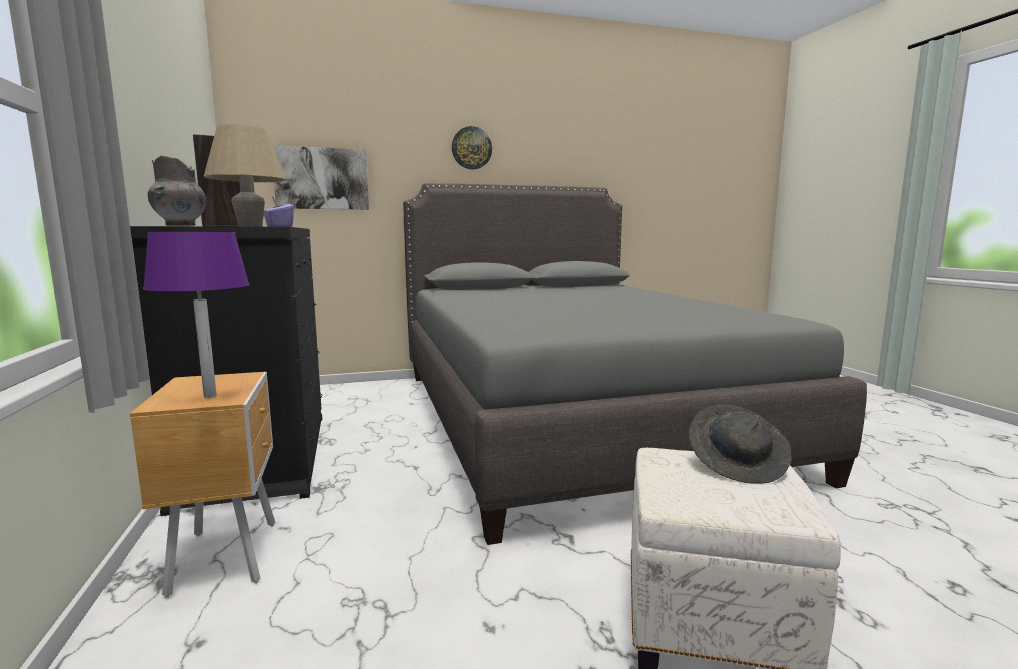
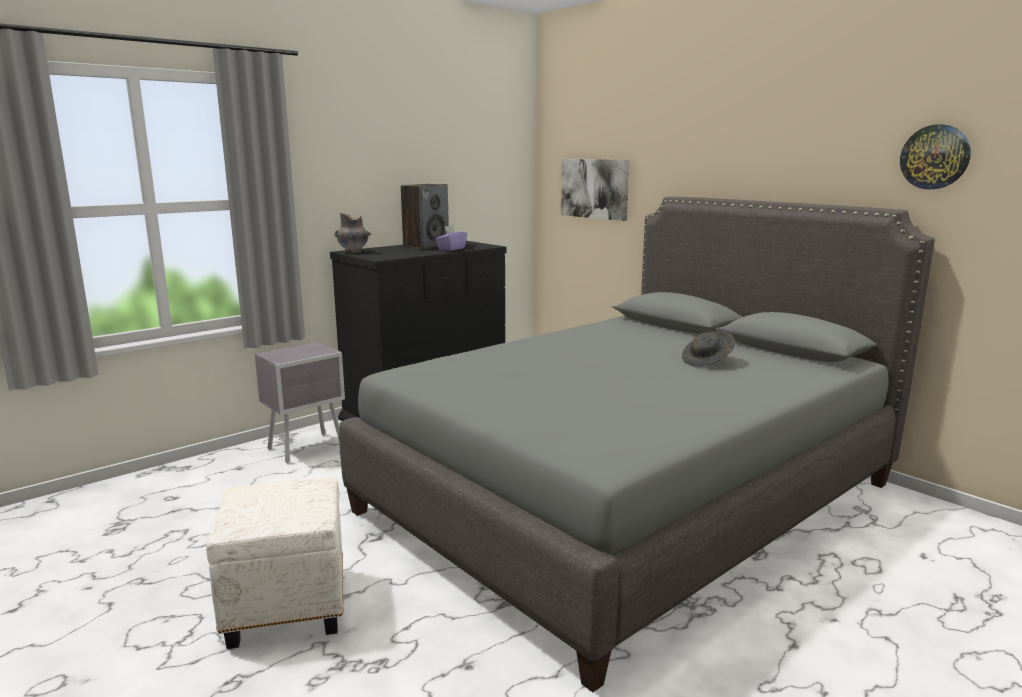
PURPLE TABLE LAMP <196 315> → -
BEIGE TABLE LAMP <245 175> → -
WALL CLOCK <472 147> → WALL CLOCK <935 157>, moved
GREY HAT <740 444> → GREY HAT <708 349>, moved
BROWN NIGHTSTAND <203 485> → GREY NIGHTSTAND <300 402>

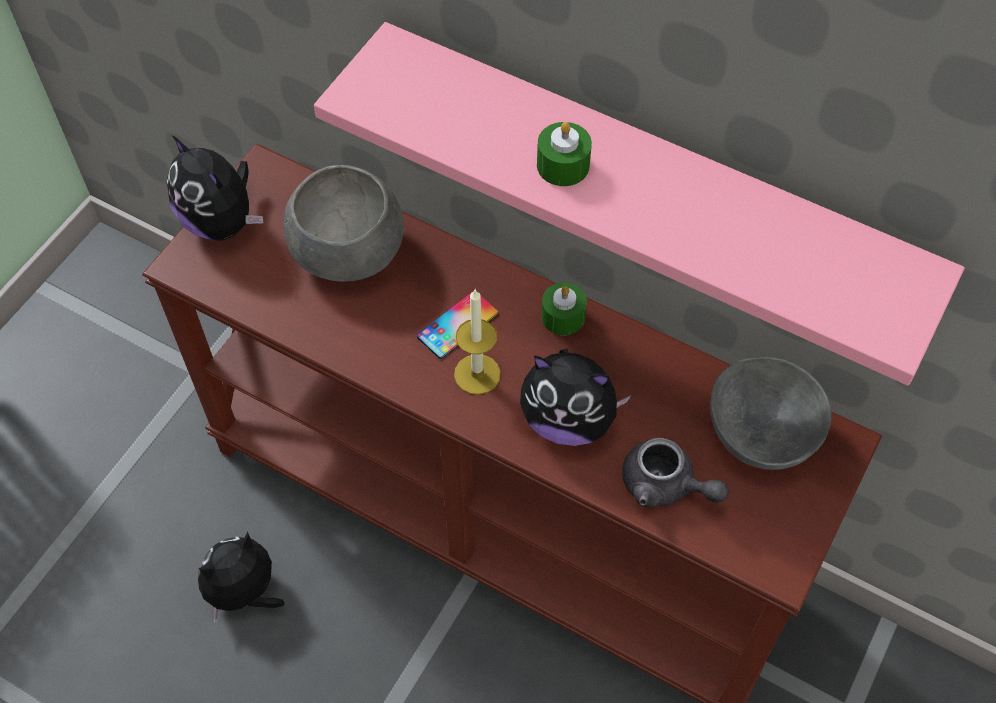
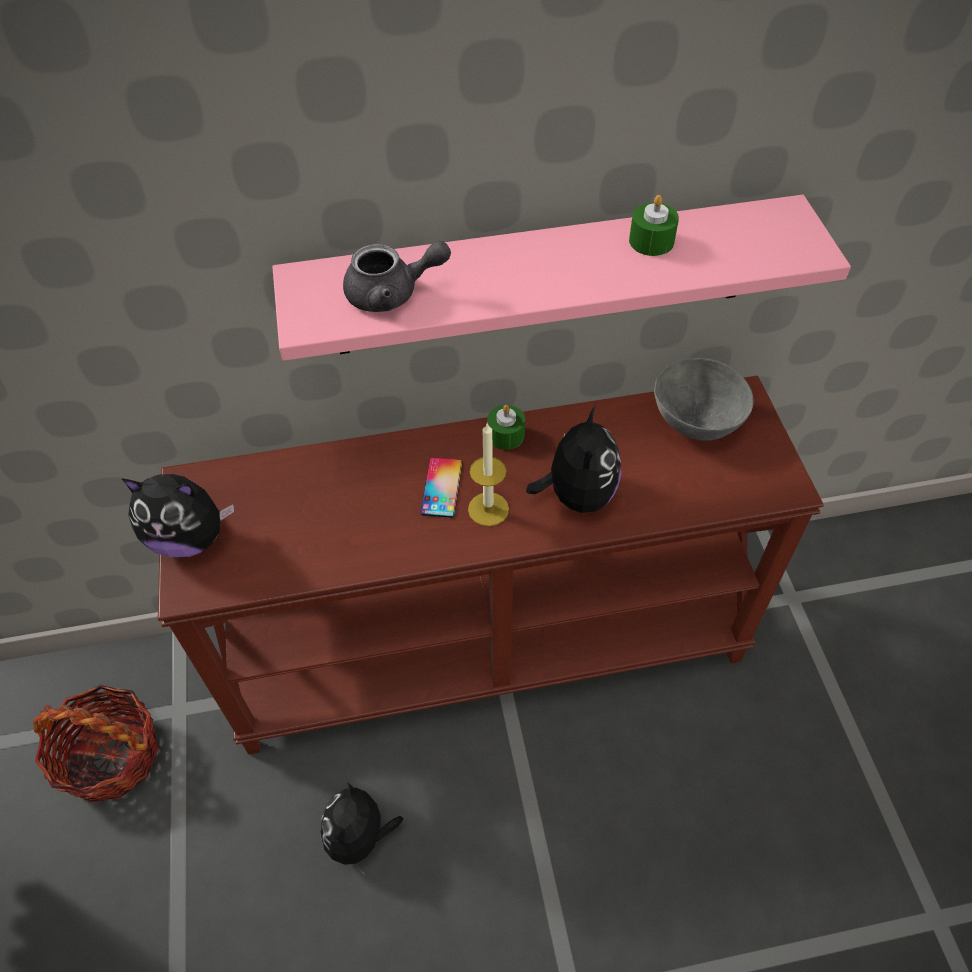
GREY BOWL <344 223> → -
- → BASKET <96 744>
GREEN CANDLE <564 154> → GREEN CANDLE <654 225>, moved
GREY TEAPOT <675 472> → GREY TEAPOT <397 276>, moved
PLUSH TOY <575 397> → PLUSH TOY <573 459>, 60 degrees counterclockwise

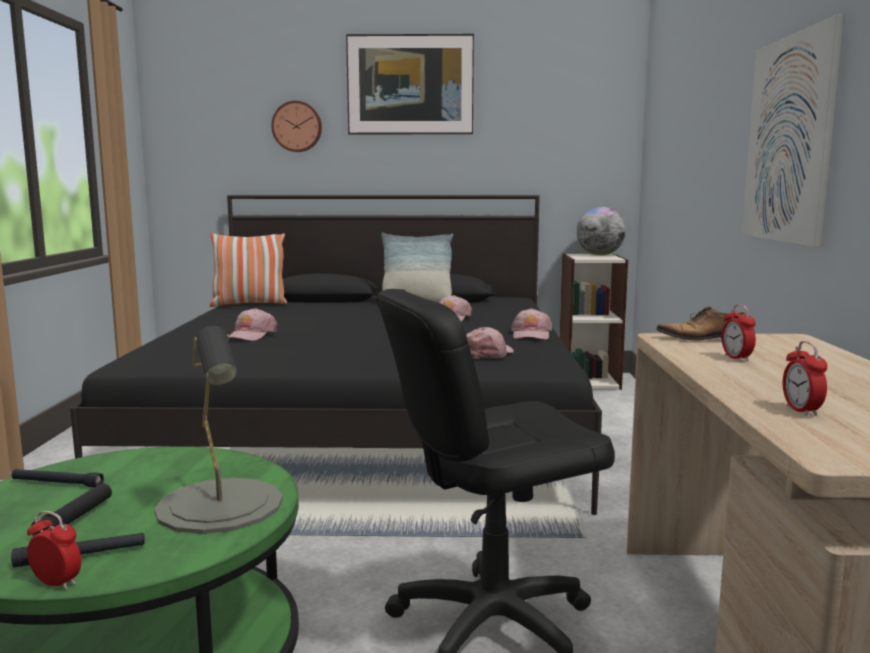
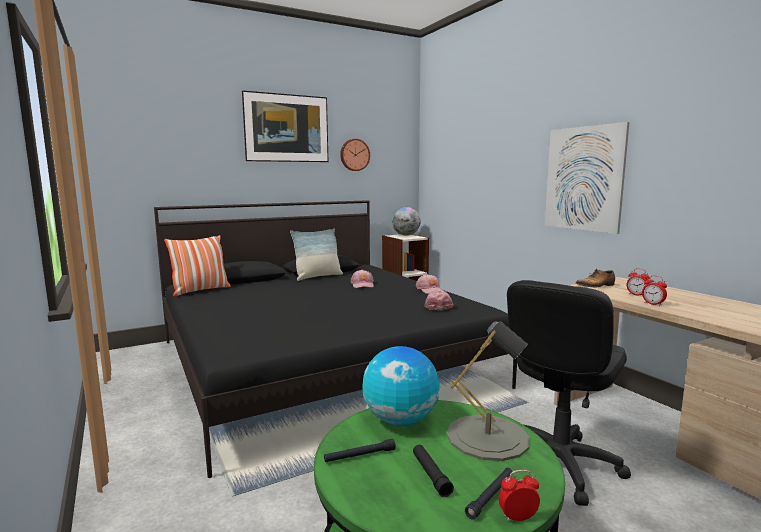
PINK CAP <253 324> → -
- → GLOBE <400 386>
WALL CLOCK <296 126> → WALL CLOCK <355 155>, moved
ALARM CLOCK <805 378> → ALARM CLOCK <654 291>, moved

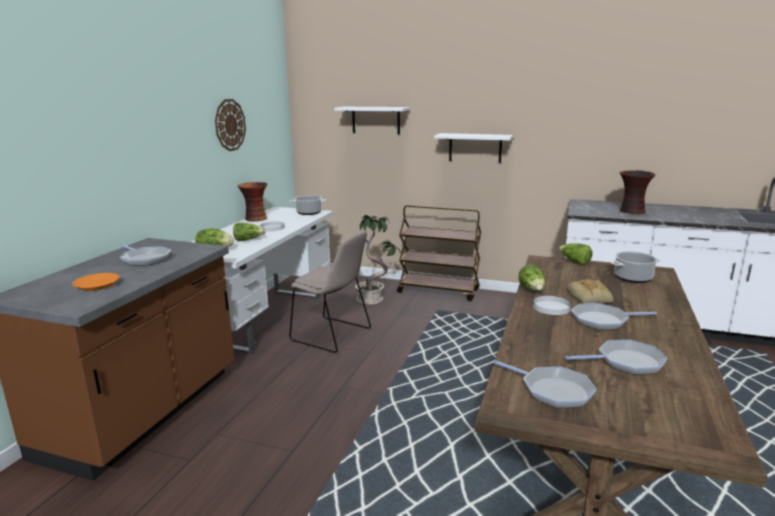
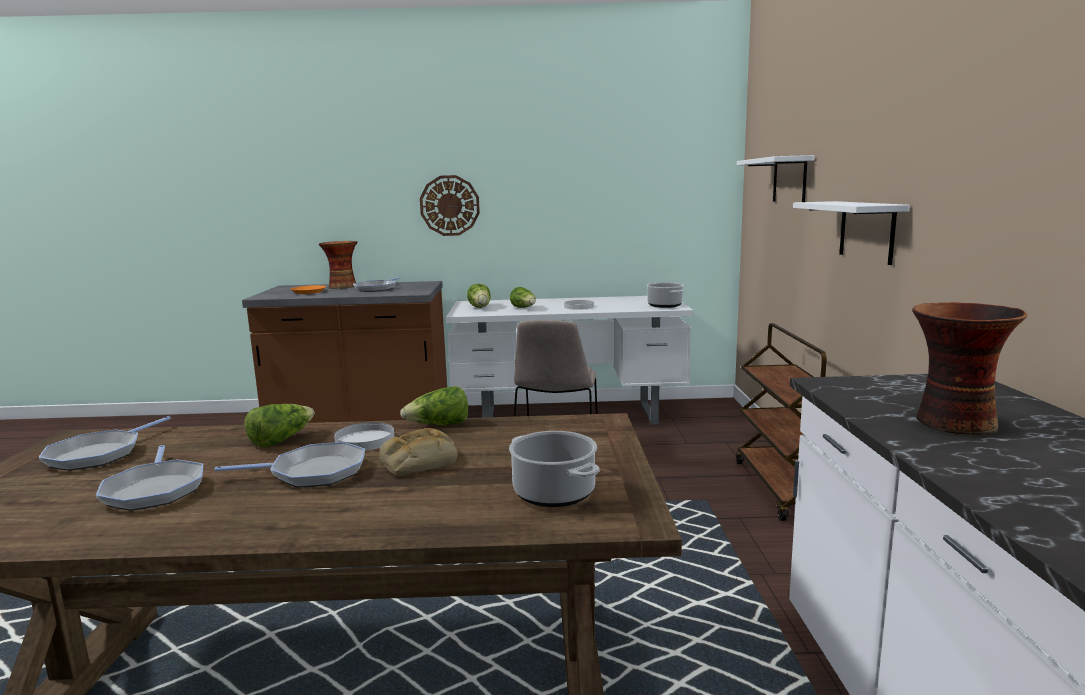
POTTED PLANT <368 260> → -
WALL CLOCK <230 125> → WALL CLOCK <450 205>, moved
VASE <252 202> → VASE <338 265>, moved
LETTUCE <576 254> → LETTUCE <279 426>, moved
FRYING PAN <614 316> → FRYING PAN <289 464>, 105 degrees clockwise

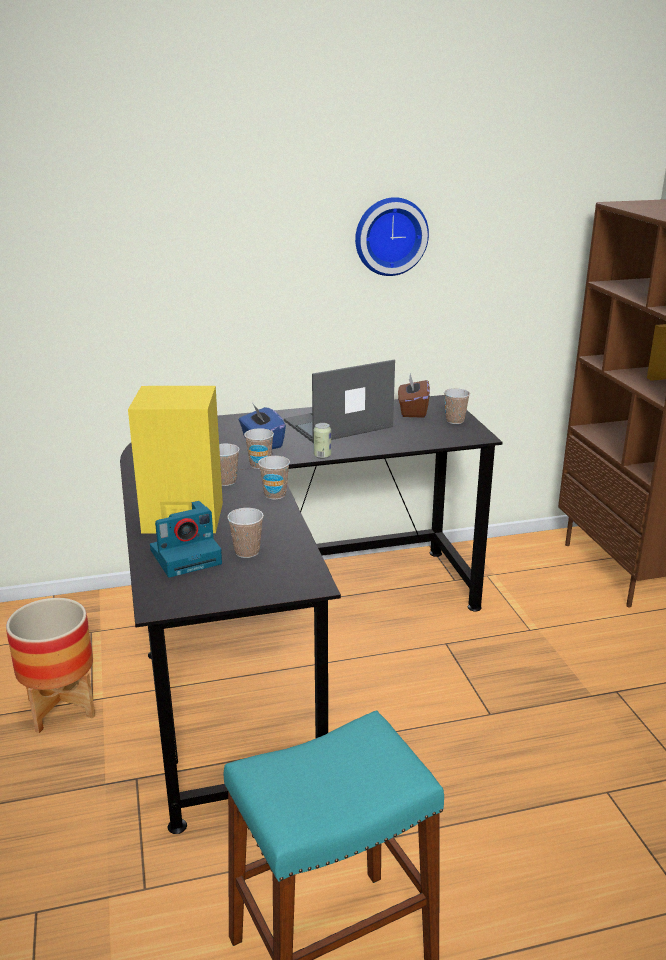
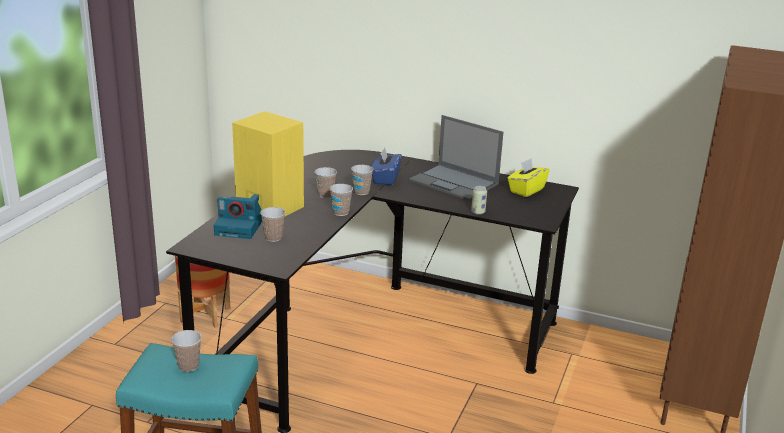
WALL CLOCK <392 236> → -
CAN <322 441> → CAN <479 200>, moved
CUP <457 406> → CUP <186 351>, moved
BROWN TISSUE BOX <414 395> → YELLOW TISSUE BOX <528 177>
LAPTOP <339 401> → LAPTOP <456 158>, 150 degrees counterclockwise

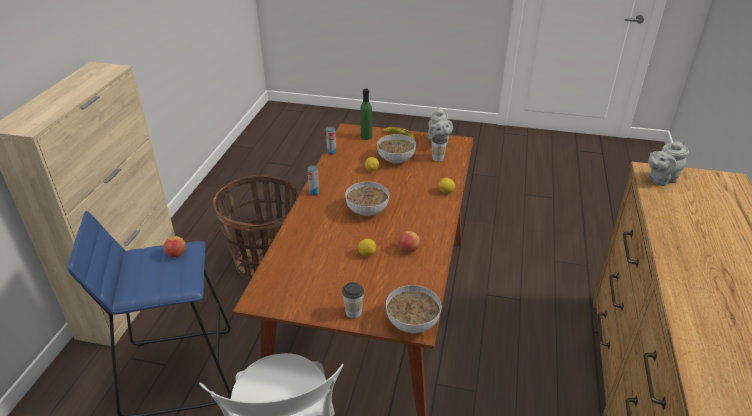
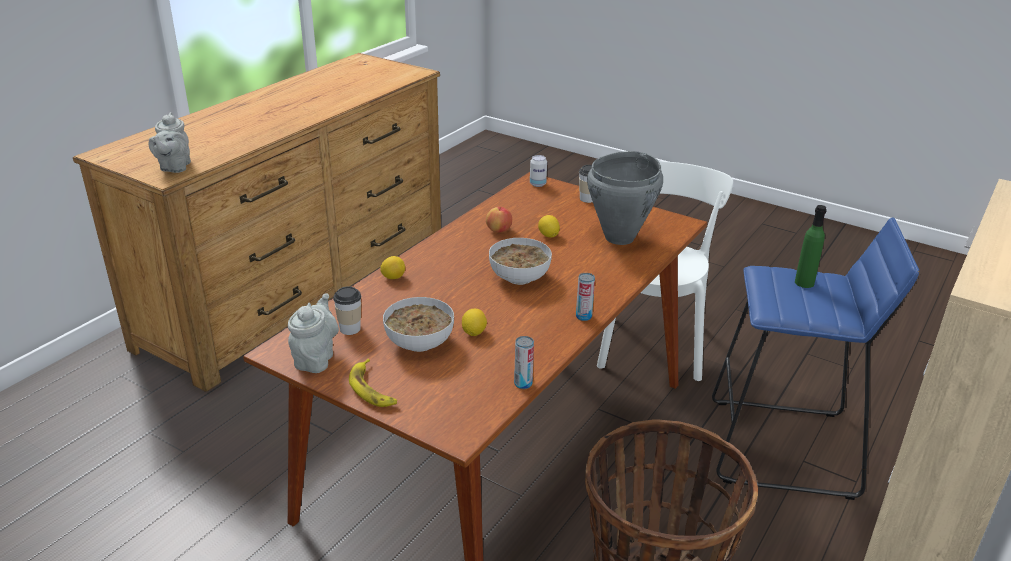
APPLE <174 246> → -
- → GREY COOKING POT <625 198>
GREEN BOTTLE <366 114> → GREEN BOTTLE <811 246>, moved
BOWL <413 309> → CAN <538 171>
GREY TEAPOT <668 163> → GREY TEAPOT <169 142>, 90 degrees clockwise

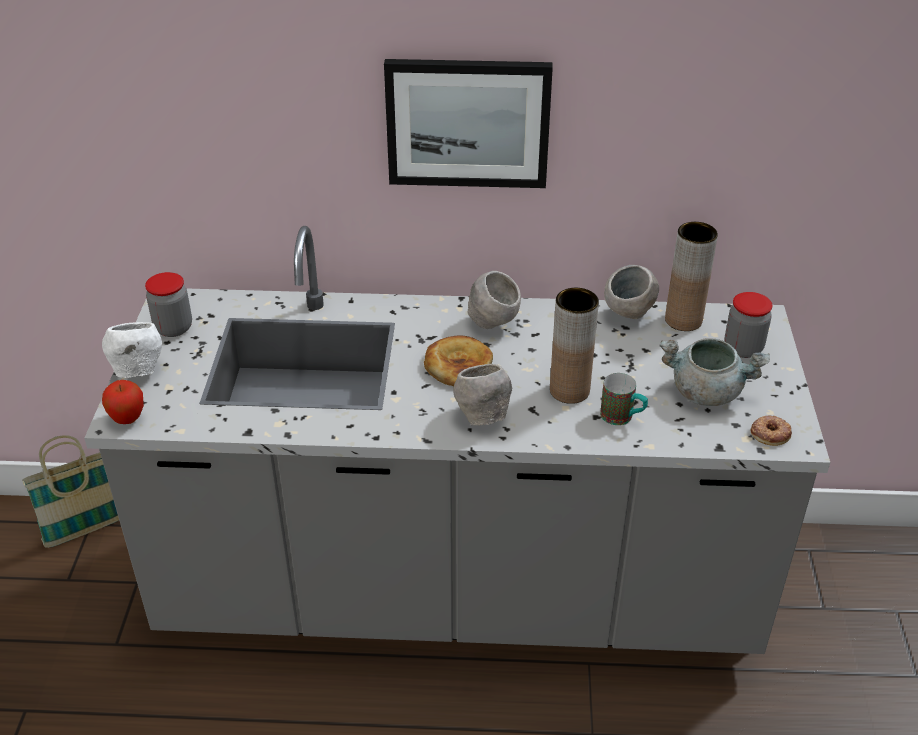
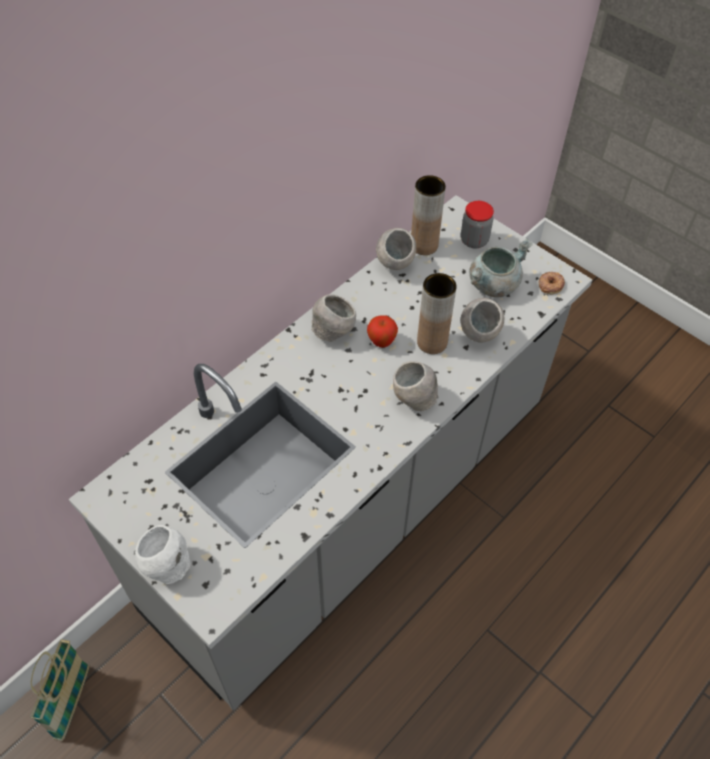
JAR <168 304> → -
PICTURE <468 123> → -
BREAD <458 361> → -
APPLE <123 402> → APPLE <382 331>, moved
MUG <624 399> → GREY BOWL <482 320>

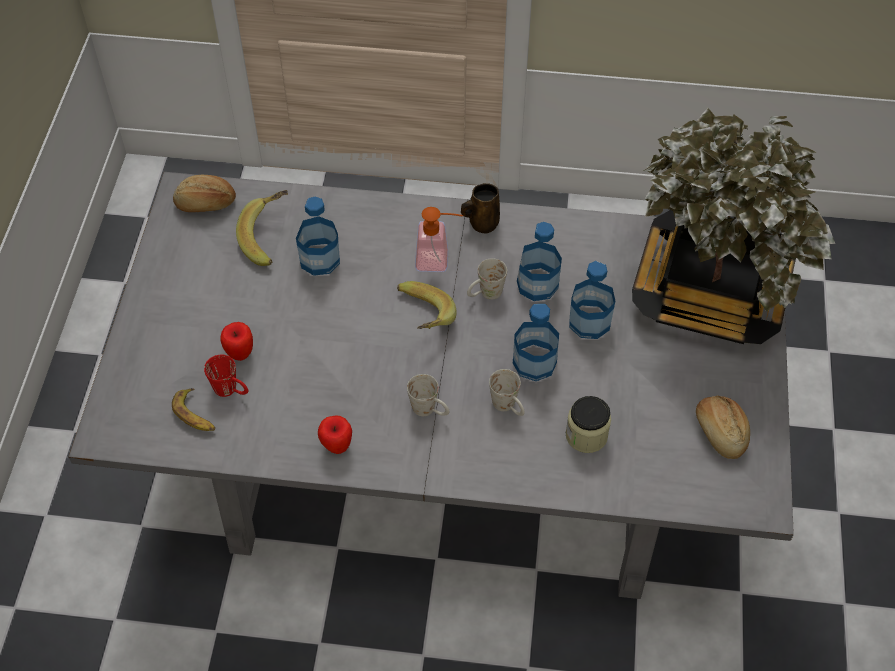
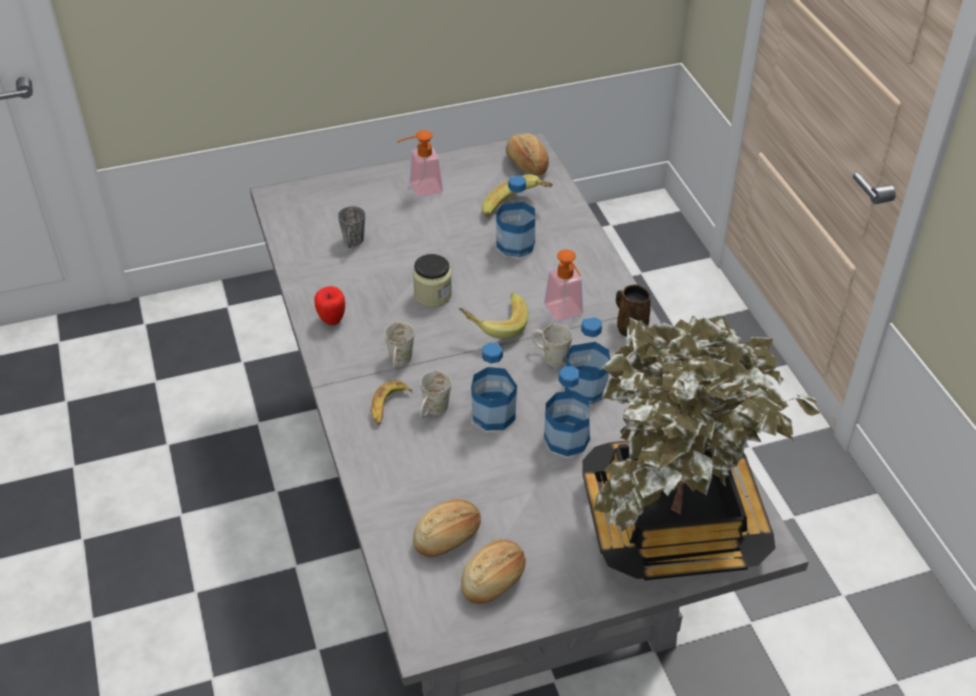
APPLE <237 341> → -
- → SOAP DISPENSER <420 164>
- → BREAD <447 528>
BANANA <193 409> → BANANA <392 402>, moved
JAR <588 424> → JAR <432 280>, moved
RED MUG <226 376> → GREY MUG <351 227>

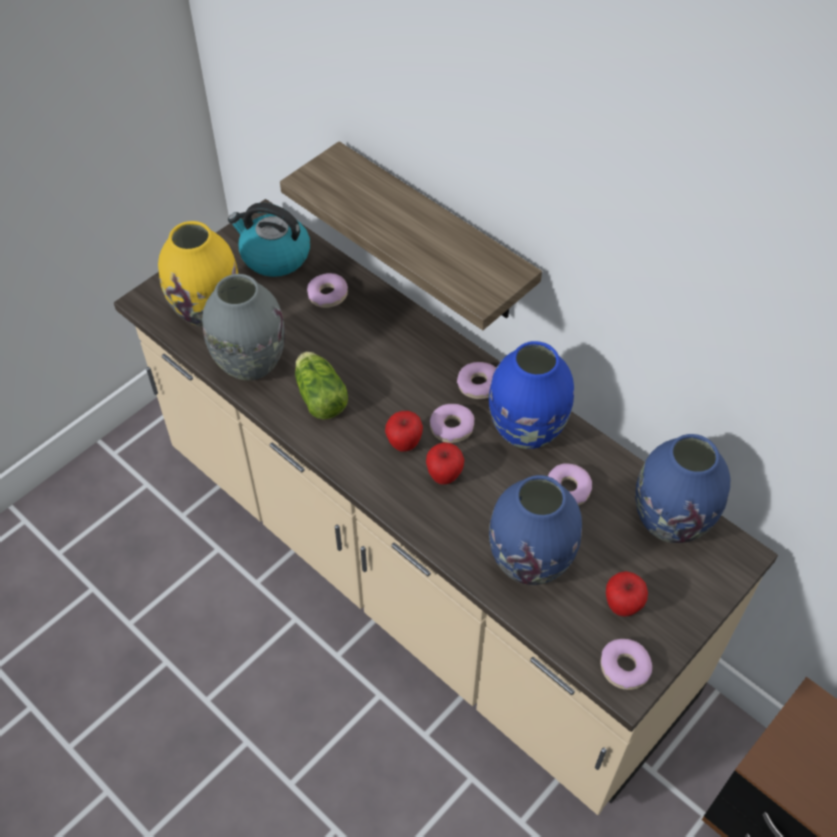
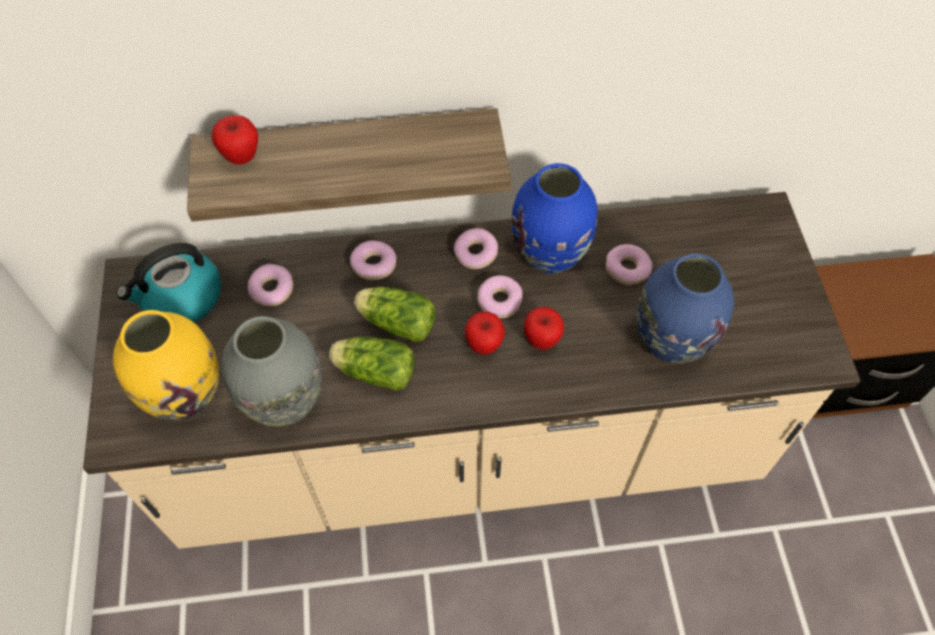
BLUE VASE <682 488> → -
- → LETTUCE <394 314>
DONUT <626 664> → DONUT <373 260>, moved
APPLE <627 594> → APPLE <235 140>, moved

